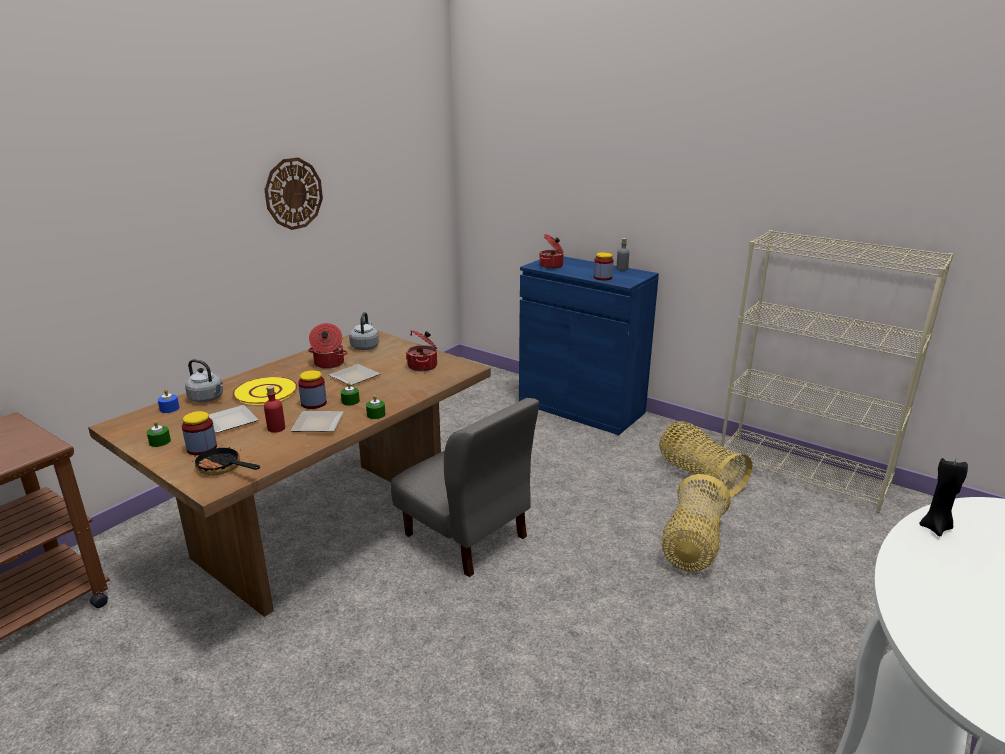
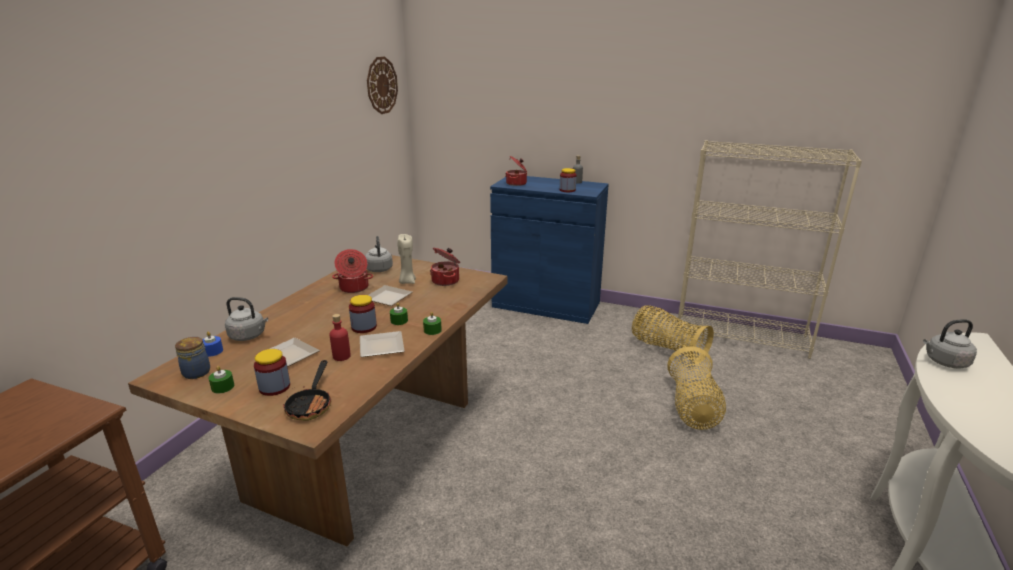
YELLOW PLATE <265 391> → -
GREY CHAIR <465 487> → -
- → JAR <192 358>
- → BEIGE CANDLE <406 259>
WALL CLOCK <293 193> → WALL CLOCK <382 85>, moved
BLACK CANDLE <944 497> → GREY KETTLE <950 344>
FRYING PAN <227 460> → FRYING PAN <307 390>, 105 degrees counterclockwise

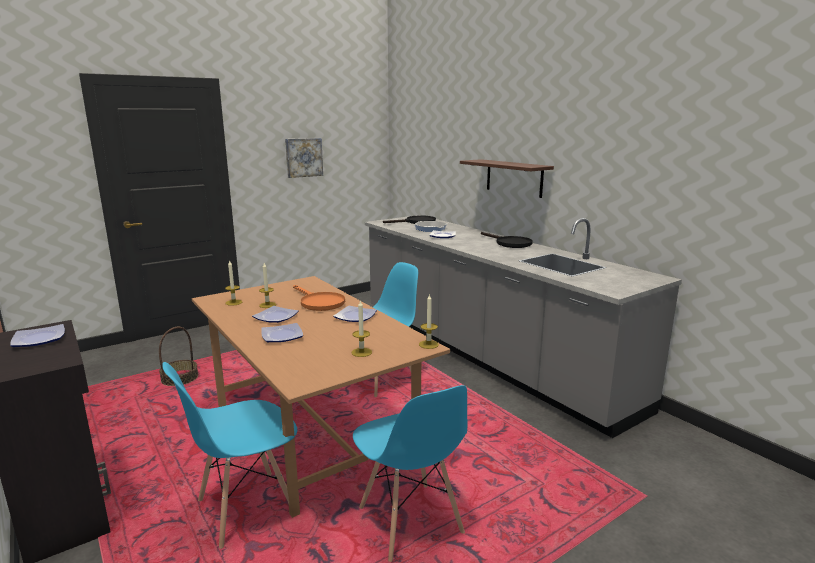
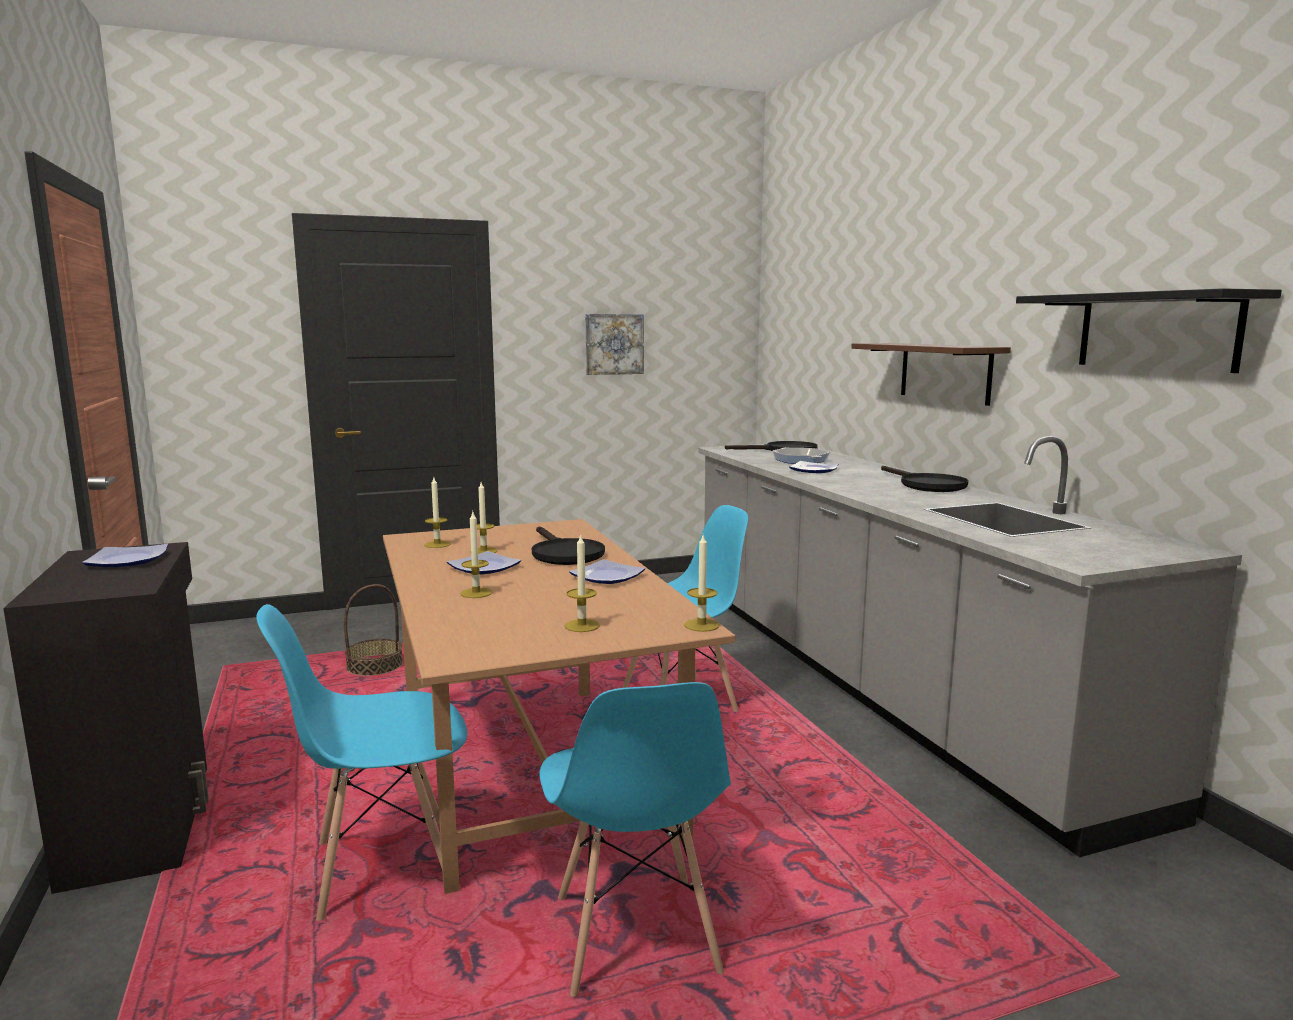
- → BLACK SHELF <1149 330>
PLATE <282 332> → CANDLE <476 555>
ORANGE FRYING PAN <319 298> → BLACK FRYING PAN <568 545>

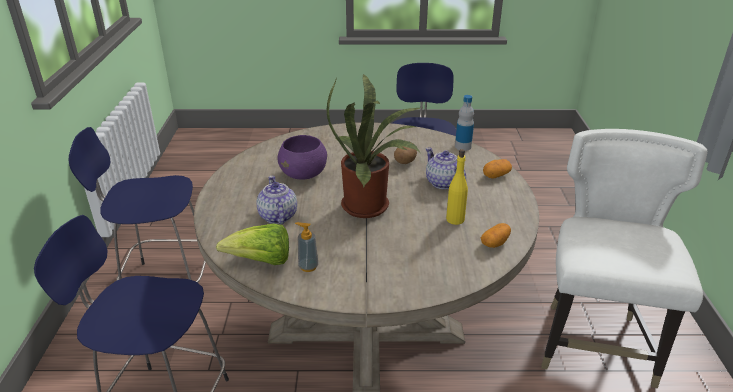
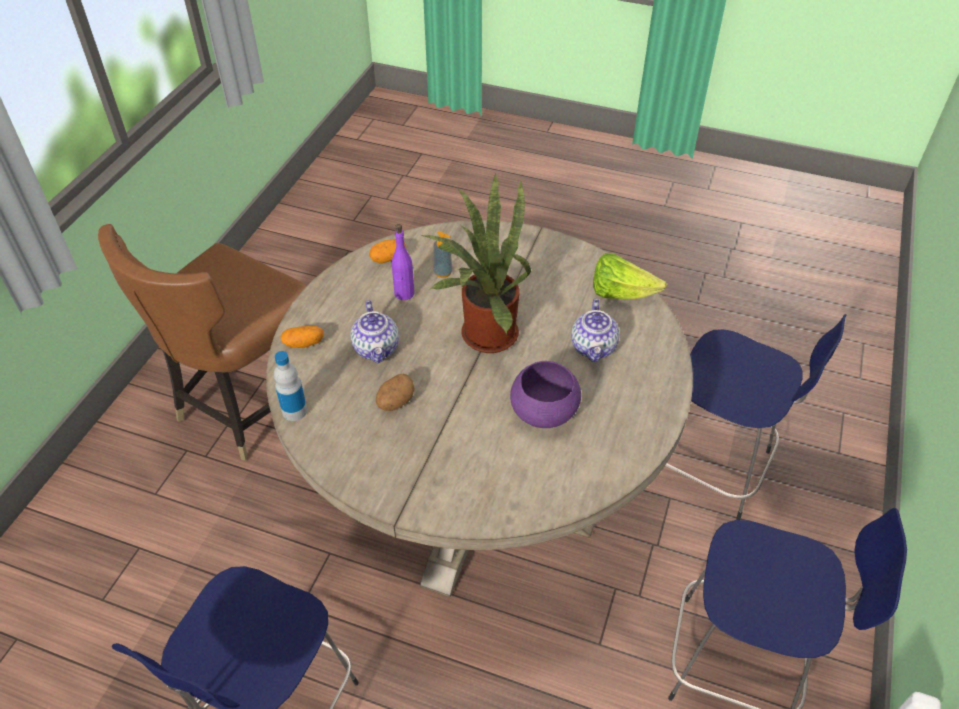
SOAP DISPENSER <306 247> → SOAP DISPENSER <443 254>, moved
YELLOW BOTTLE <457 187> → PURPLE BOTTLE <403 262>
WHITE CHAIR <624 258> → BROWN CHAIR <202 342>

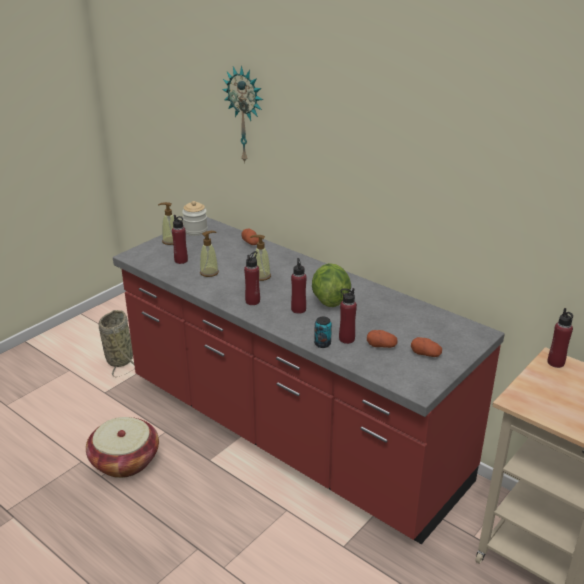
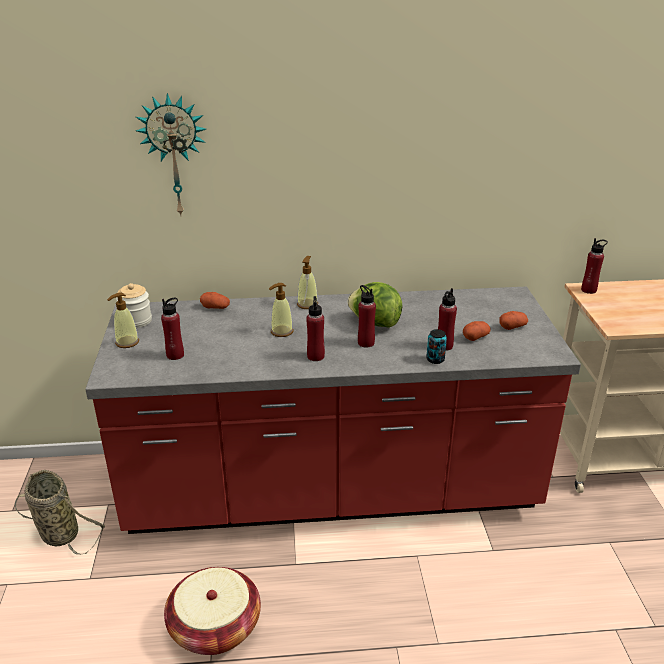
SOAP DISPENSER <209 254> → SOAP DISPENSER <307 282>, moved

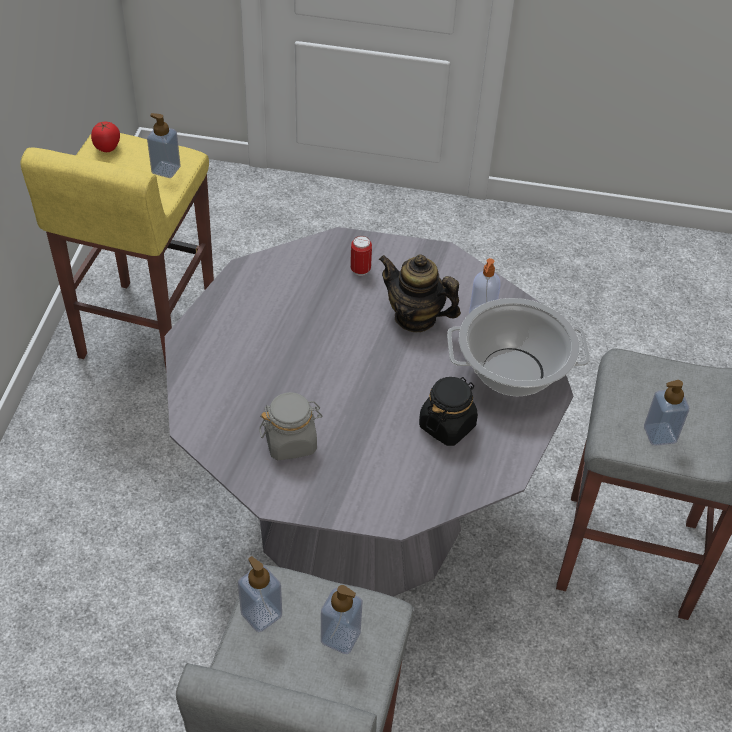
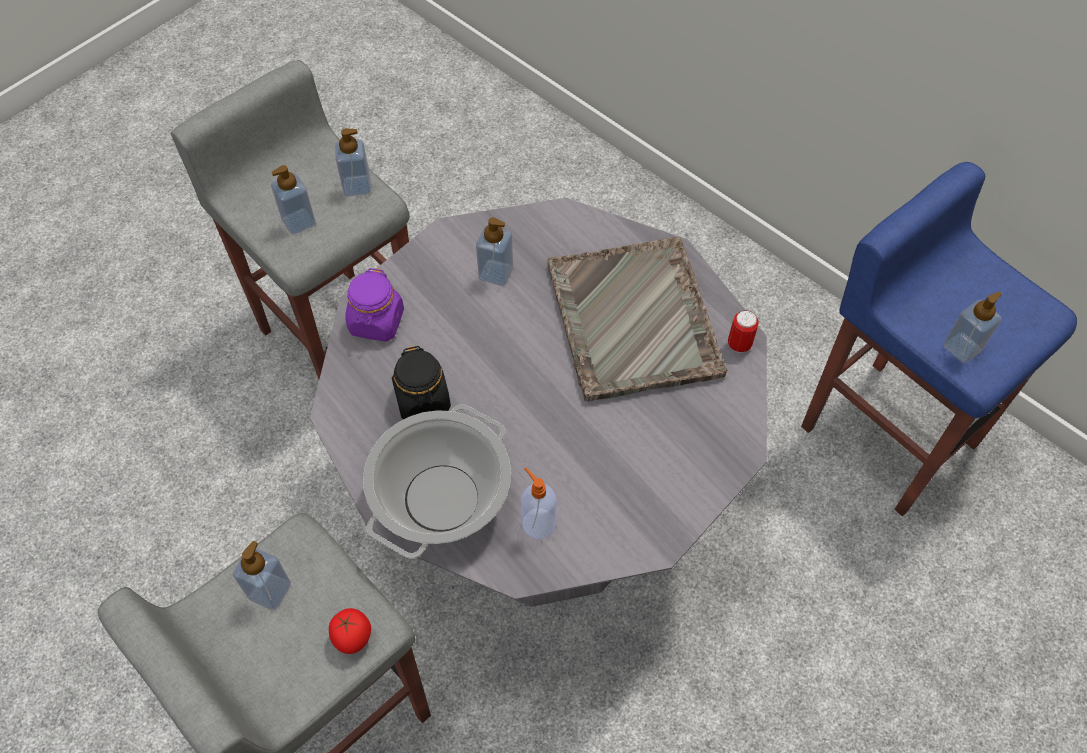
TEAPOT <420 293> → -
- → PURPLE JAR <374 305>
- → GREY TRAY <637 319>
TOMATO <105 137> → TOMATO <350 631>, moved
CAN <361 256> → CAN <743 331>, moved
GREY JAR <291 426> → SOAP DISPENSER <494 251>
YELLOW STOOL <117 253> → BLUE STOOL <939 339>

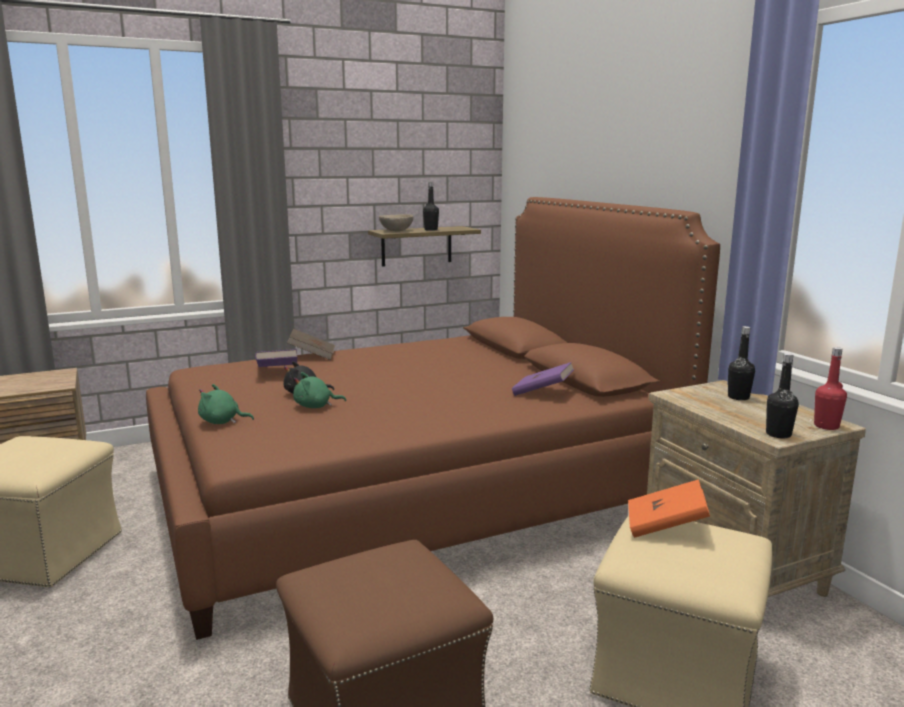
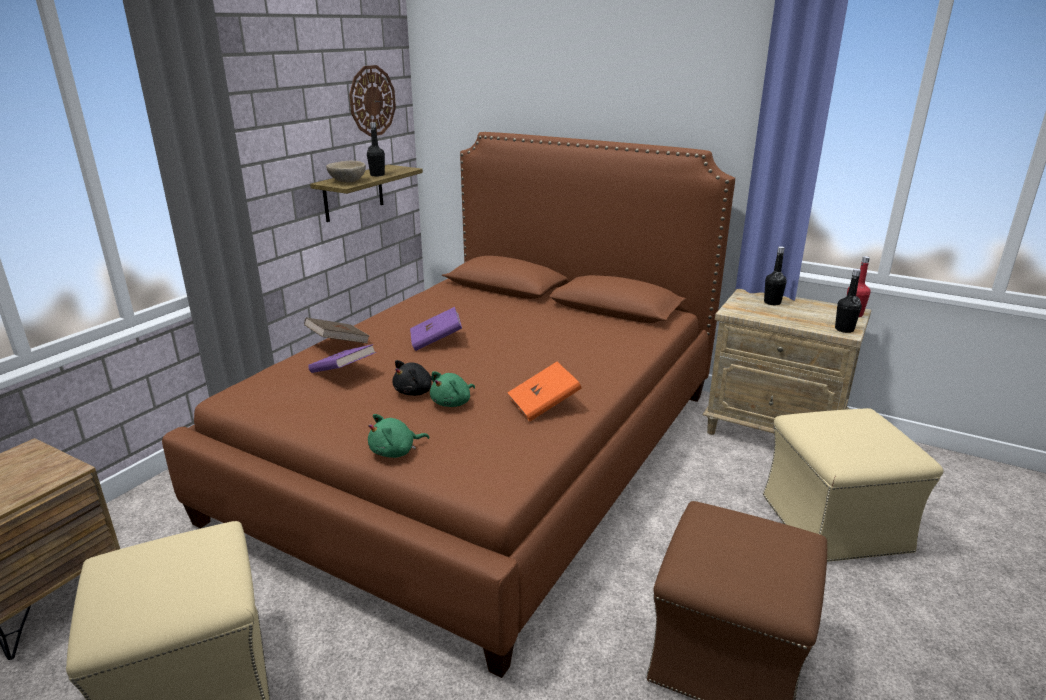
- → WALL CLOCK <372 101>
PURPLE BOOK <543 379> → PURPLE BOOK <436 329>, moved
ORANGE BOOK <669 508> → ORANGE BOOK <544 392>, moved

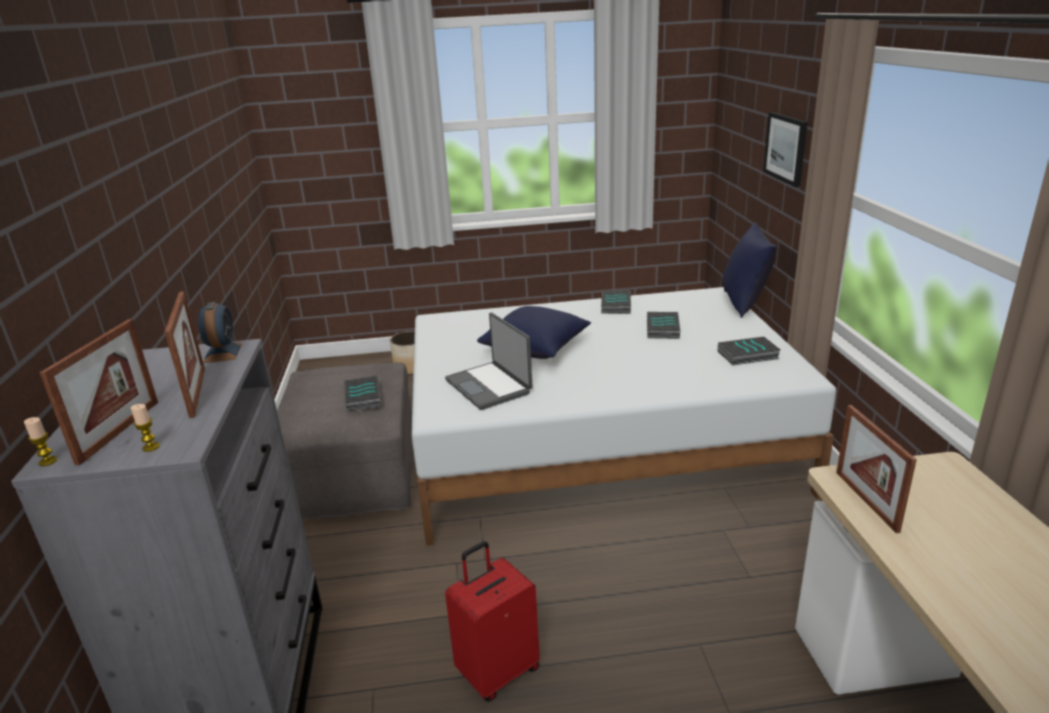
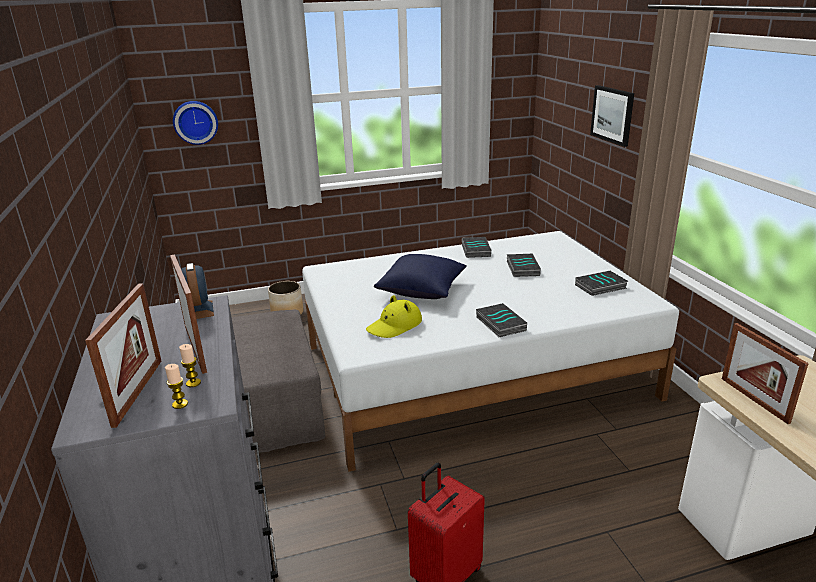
BLUE PILLOW <749 270> → -
- → WALL CLOCK <195 123>
CANDLE <40 441> → CANDLE <190 365>, moved
BOOK <362 394> → BOOK <501 320>, moved
LAPTOP <489 361> → YELLOW HAT <394 316>

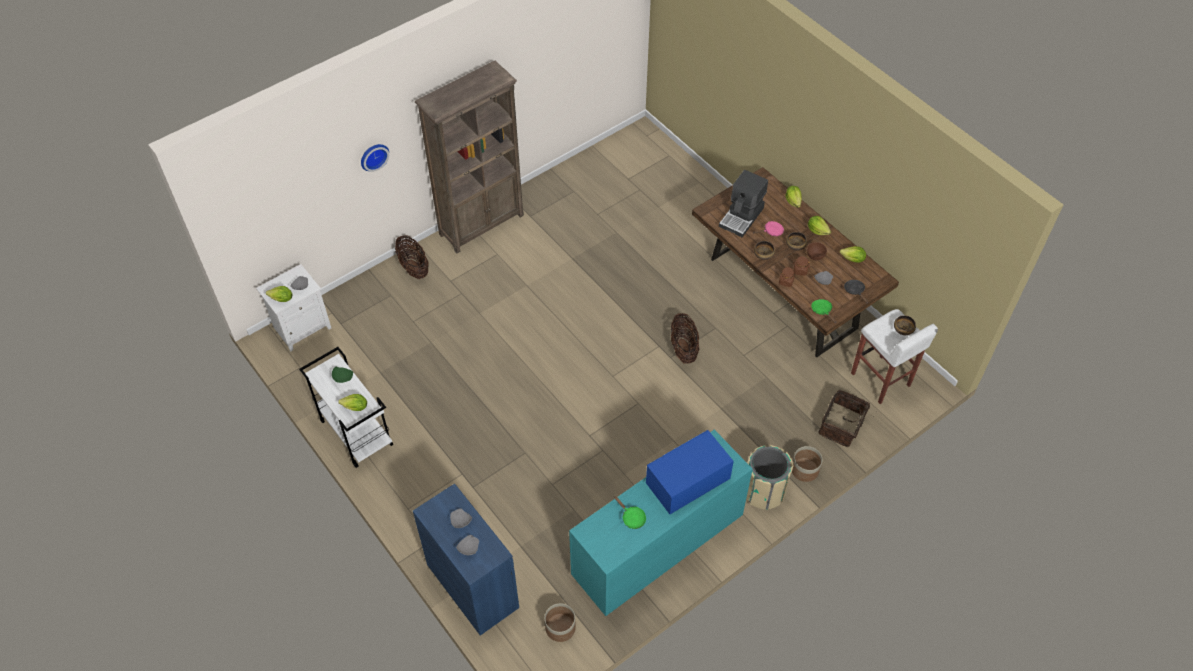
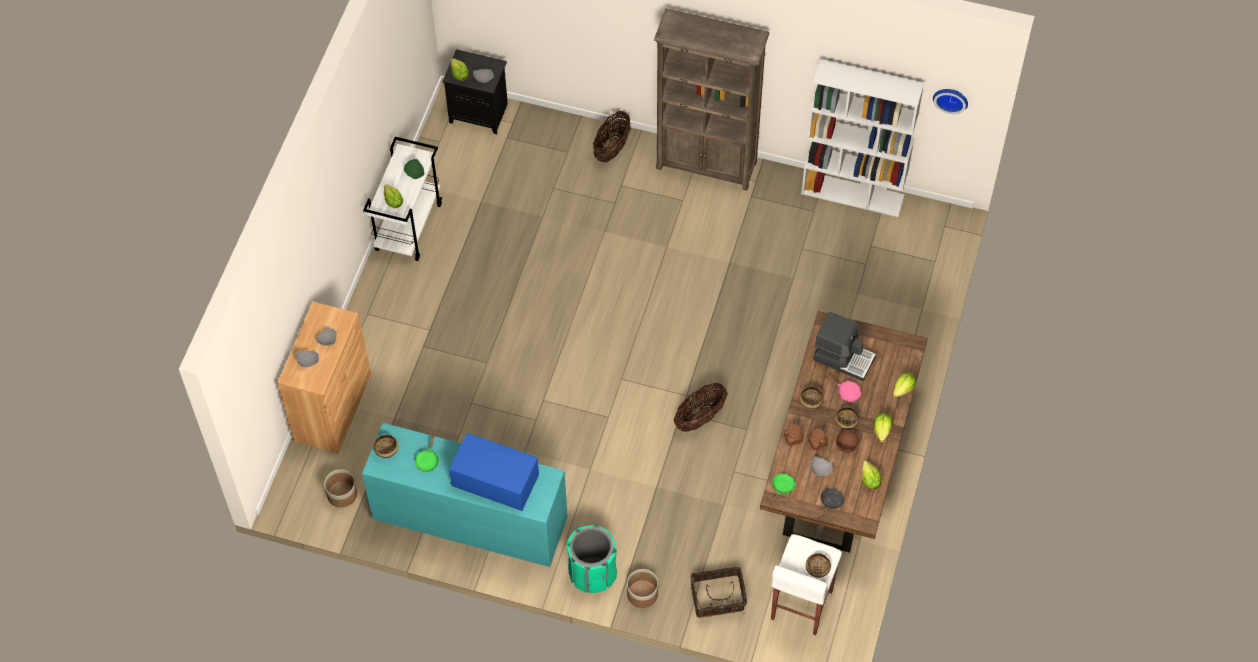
- → BOWL <386 446>
- → WHITE BOOKCASE <862 138>
WALL CLOCK <375 158> → WALL CLOCK <950 101>, moved
WHITE NIGHTSTAND <293 308> → BLACK NIGHTSTAND <475 91>
BLUE CABINET <466 559> → BROWN CABINET <324 377>
BEIGE TRASH CAN <770 477> → GREEN TRASH CAN <592 559>
COFFEE MACHINE <743 203> → COFFEE MACHINE <844 346>, 150 degrees counterclockwise

